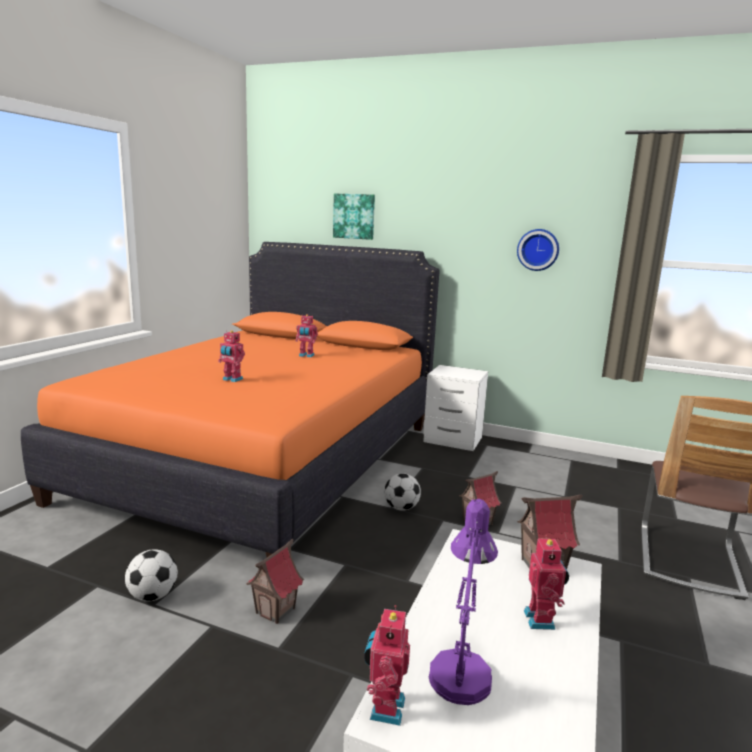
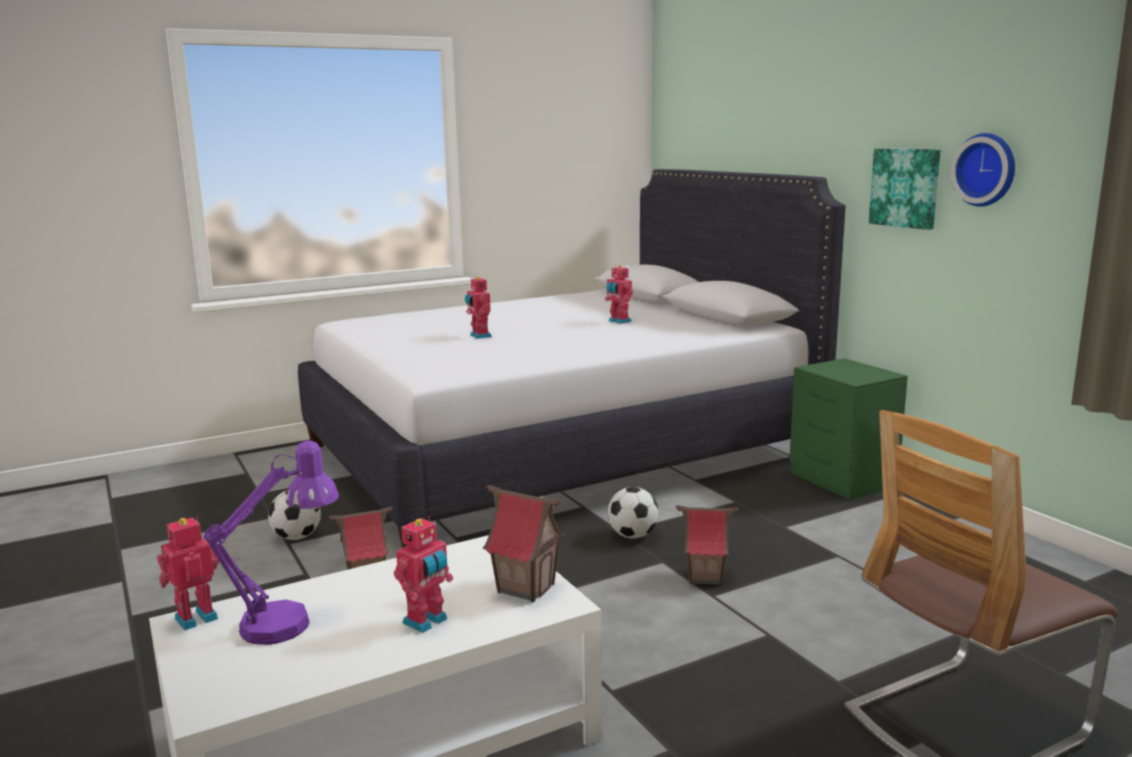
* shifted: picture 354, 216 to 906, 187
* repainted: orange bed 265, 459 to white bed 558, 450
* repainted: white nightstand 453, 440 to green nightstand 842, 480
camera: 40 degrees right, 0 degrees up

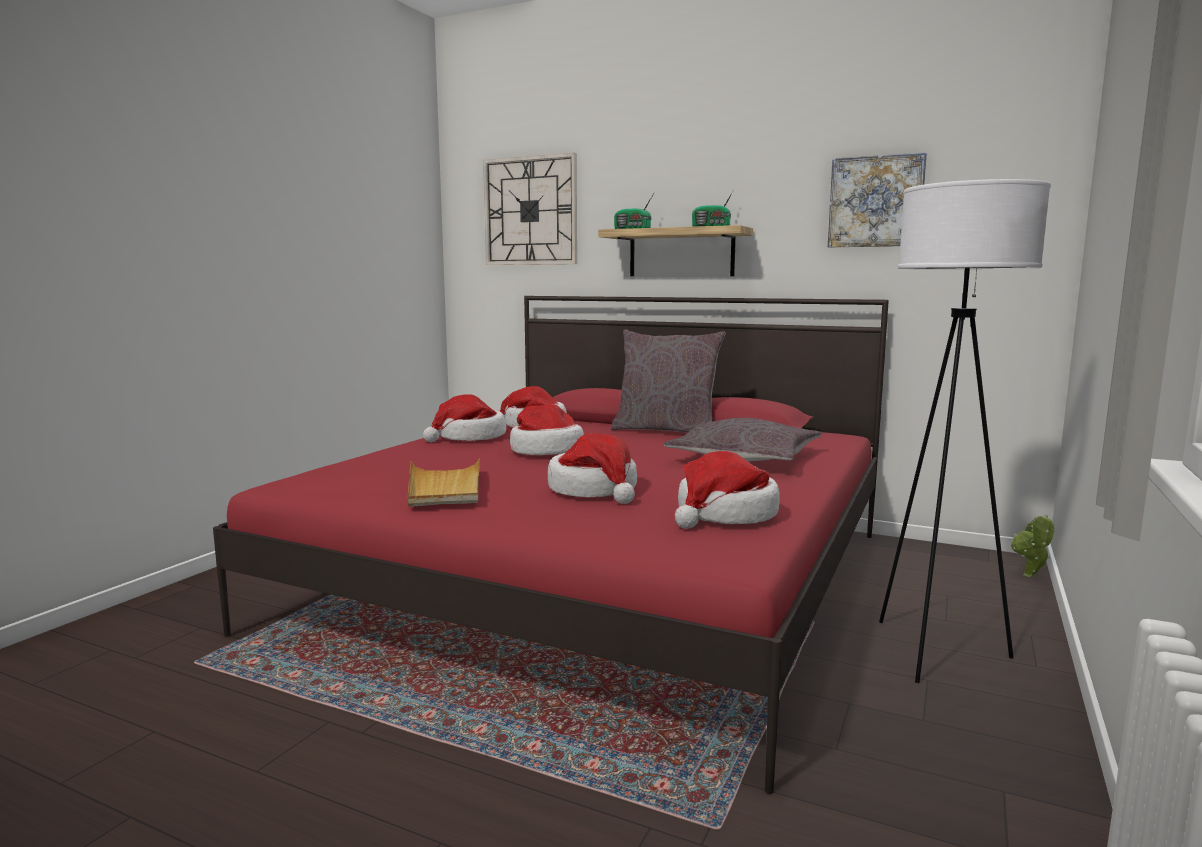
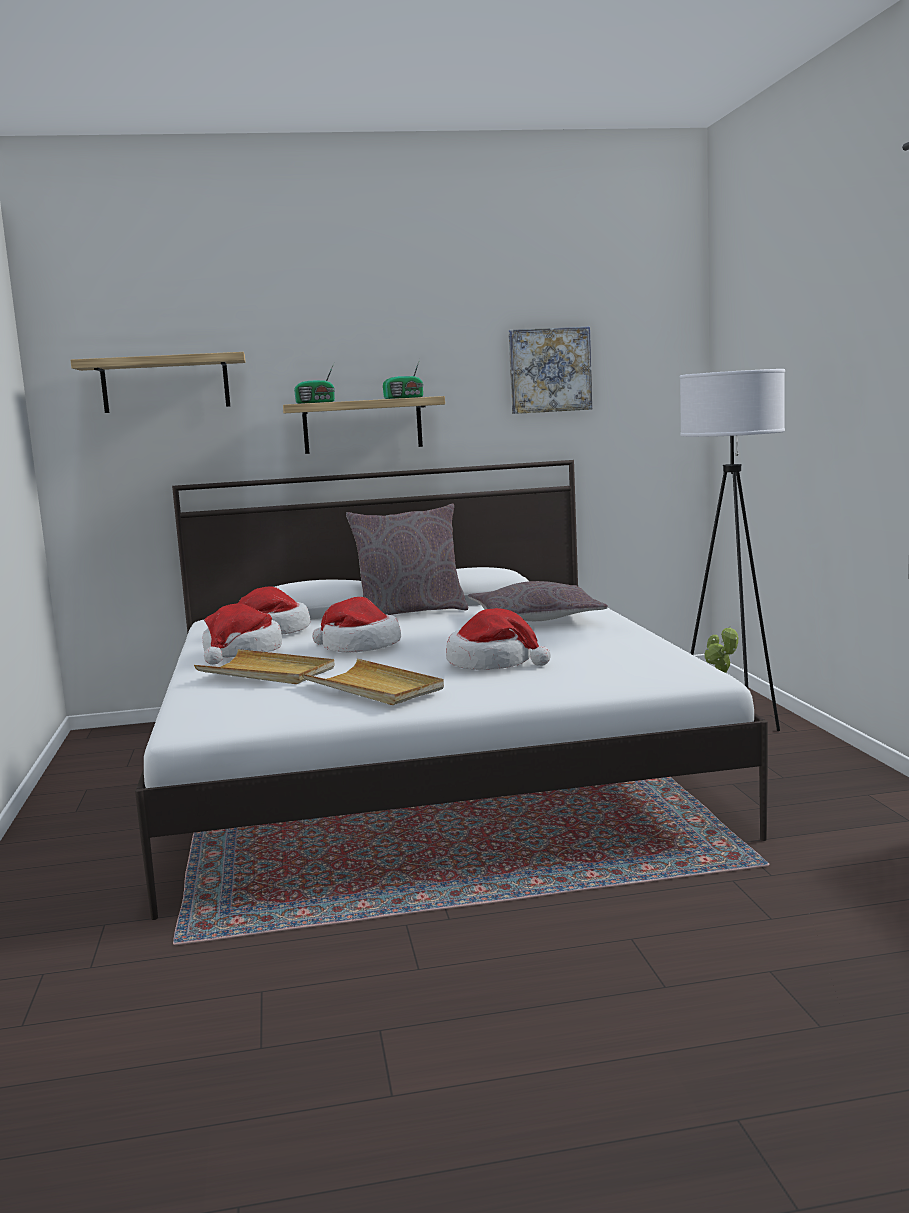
* swapped: wall clock 530, 211 to shelf 165, 384
* repainted: red bed 601, 578 to white bed 425, 767
* gone: hat 725, 515
* new: beige tray 266, 672
camera: 35 degrees left, 0 degrees up

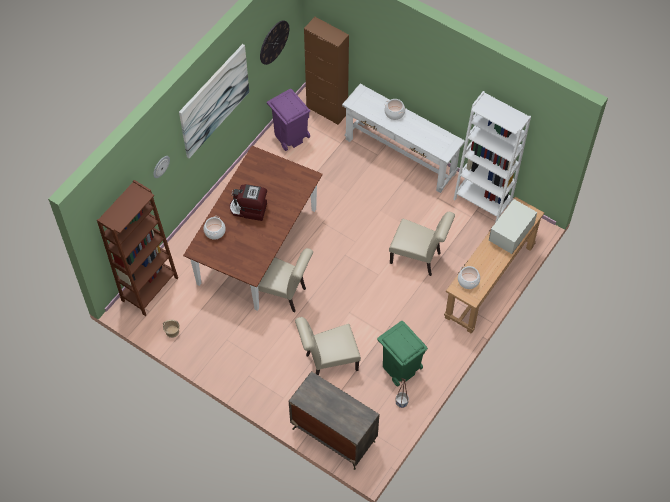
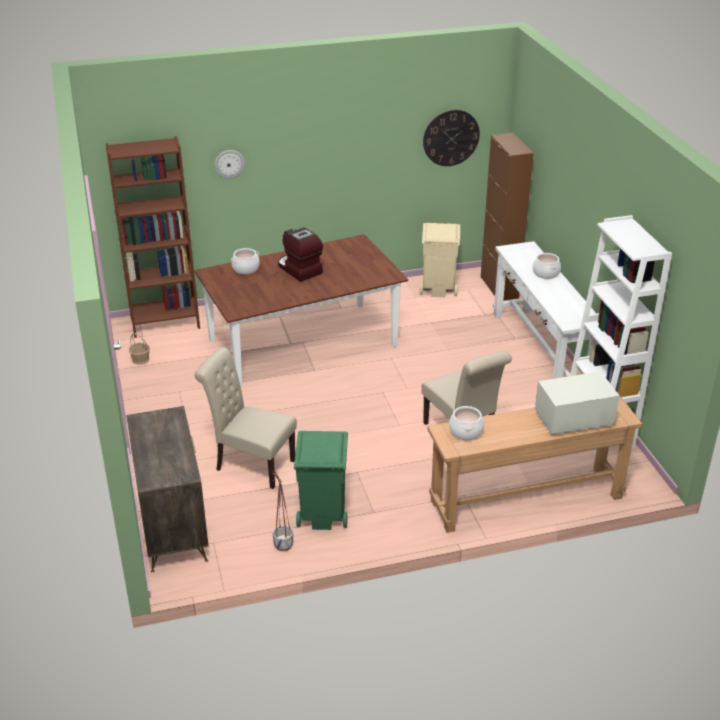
* gone: picture 214, 100
* repainted: purple trash can 290, 136 to beige trash can 438, 288
* gone: beige chair 283, 294
camera: 40 degrees right, 25 degrees down

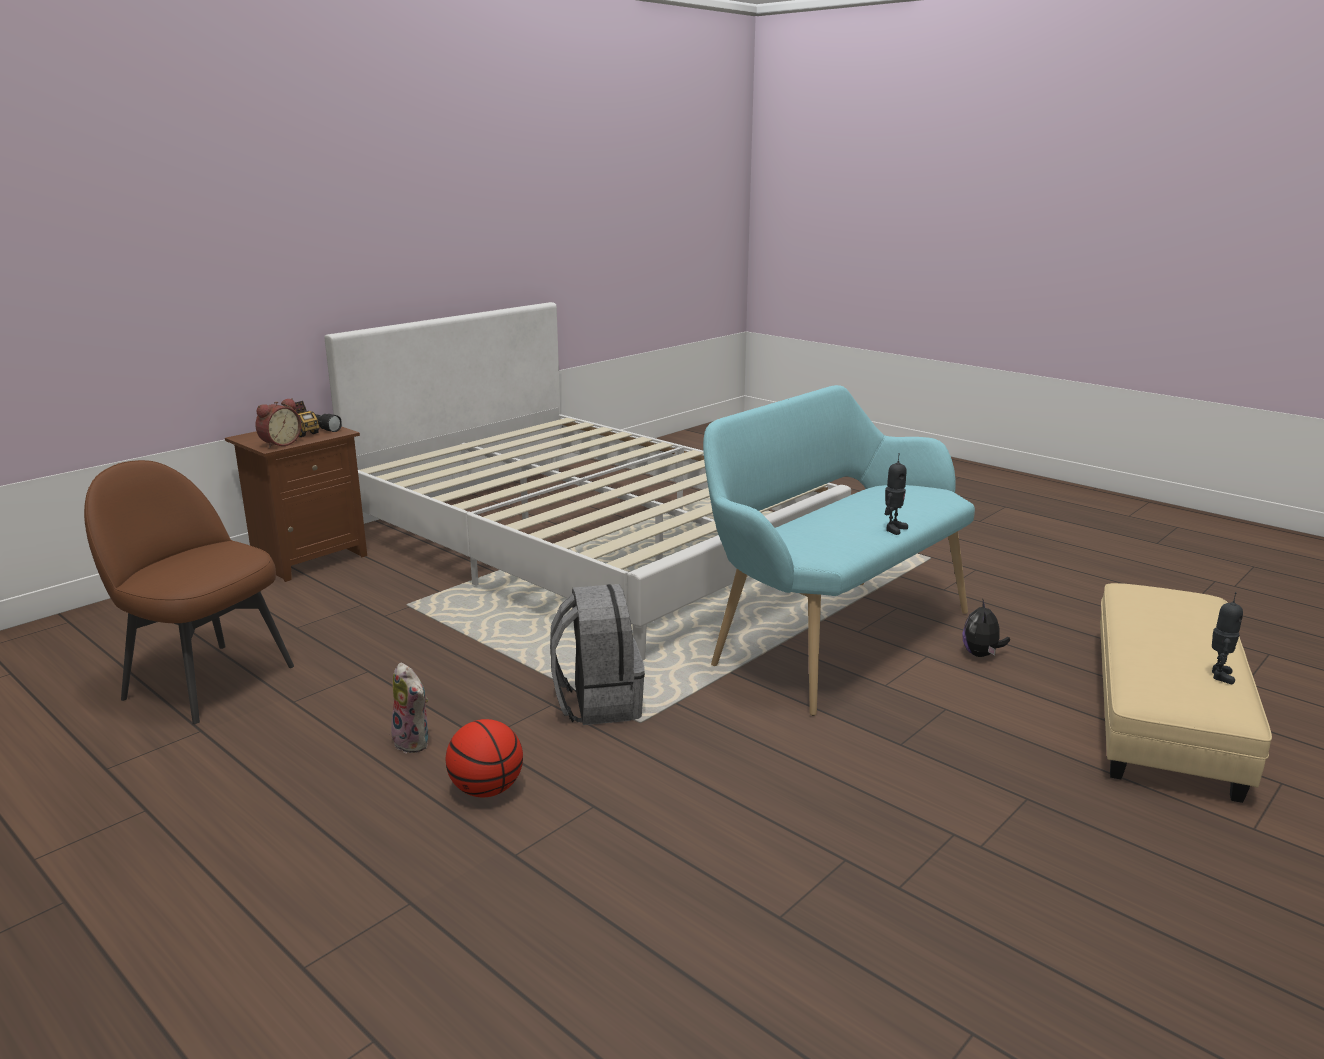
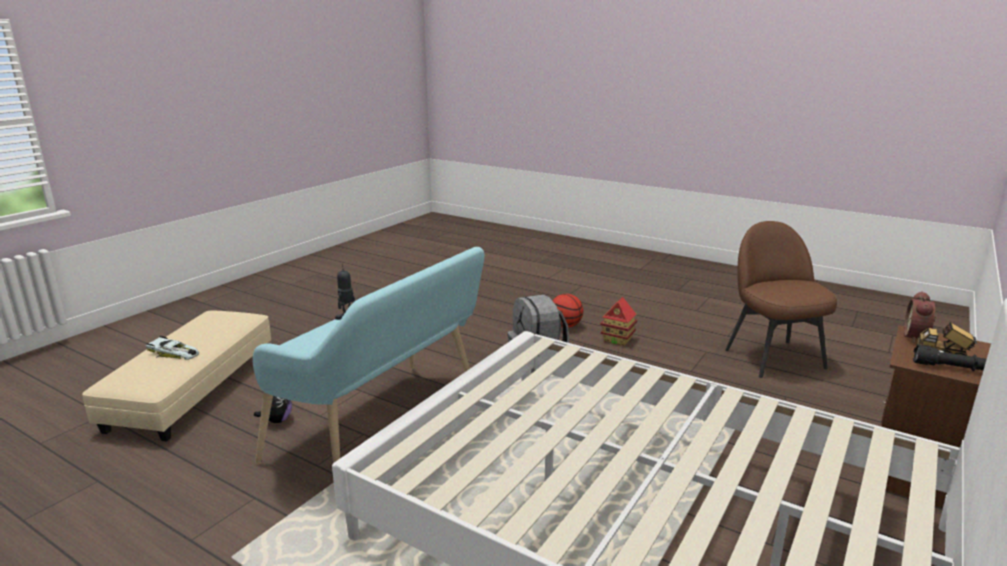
* rotated: brown chair 206, 681 = 773, 357 120 degrees counterclockwise
* gone: toy robot 1218, 675
* swapped: plush toy 415, 742 to toy house 617, 339
* new: toy car 174, 353
camera: 170 degrees right, 0 degrees up

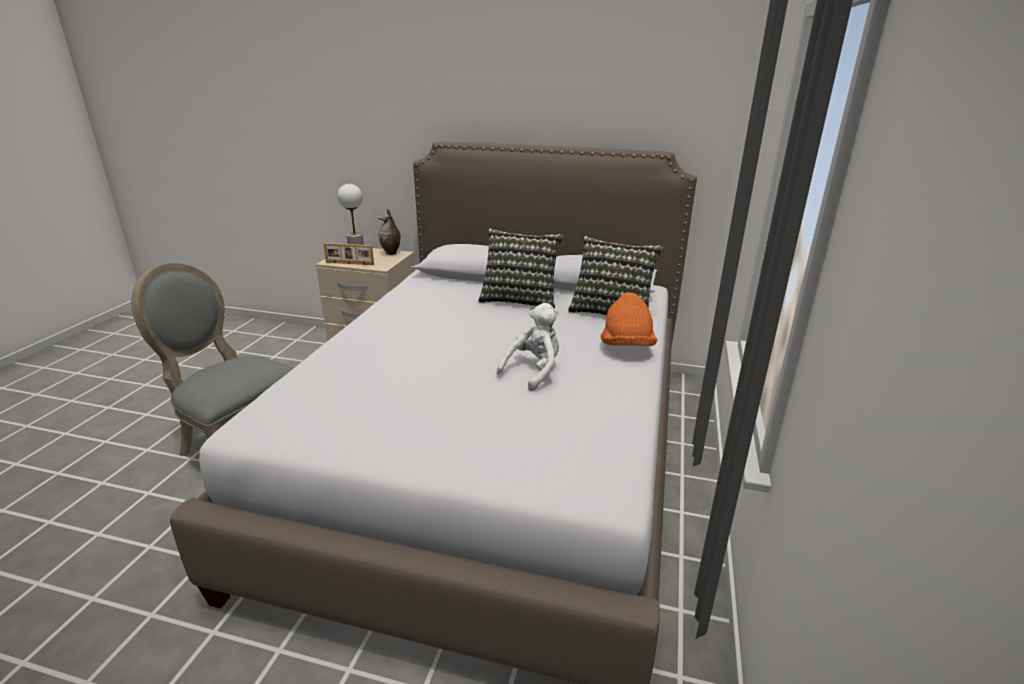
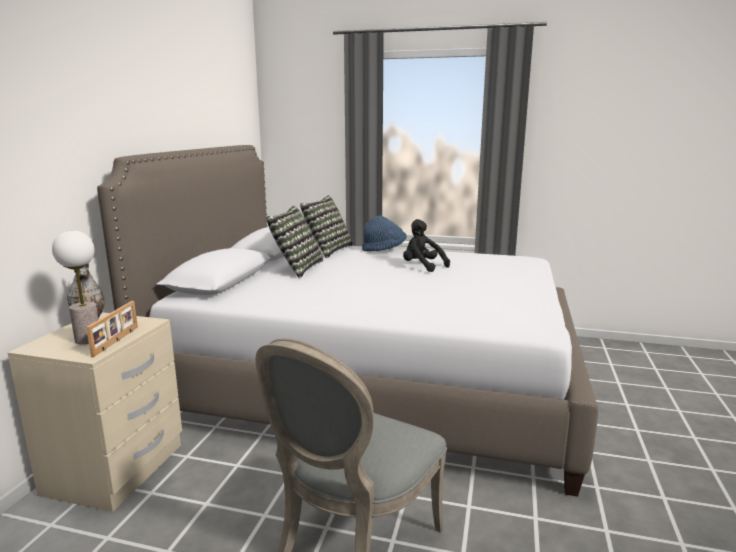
* repainted: orange hat 626, 347 to blue hat 384, 250
* repainted: white plush toy 534, 372 to black plush toy 422, 266
camera: 90 degrees left, 10 degrees down

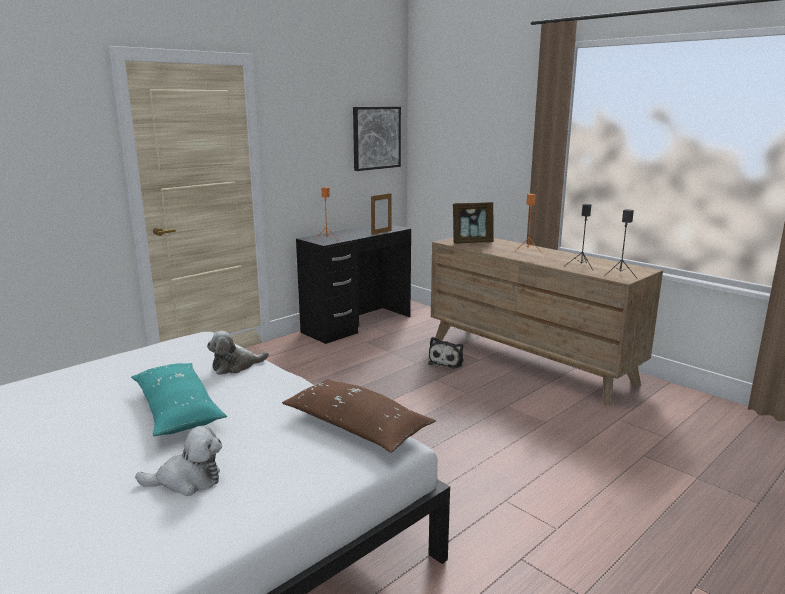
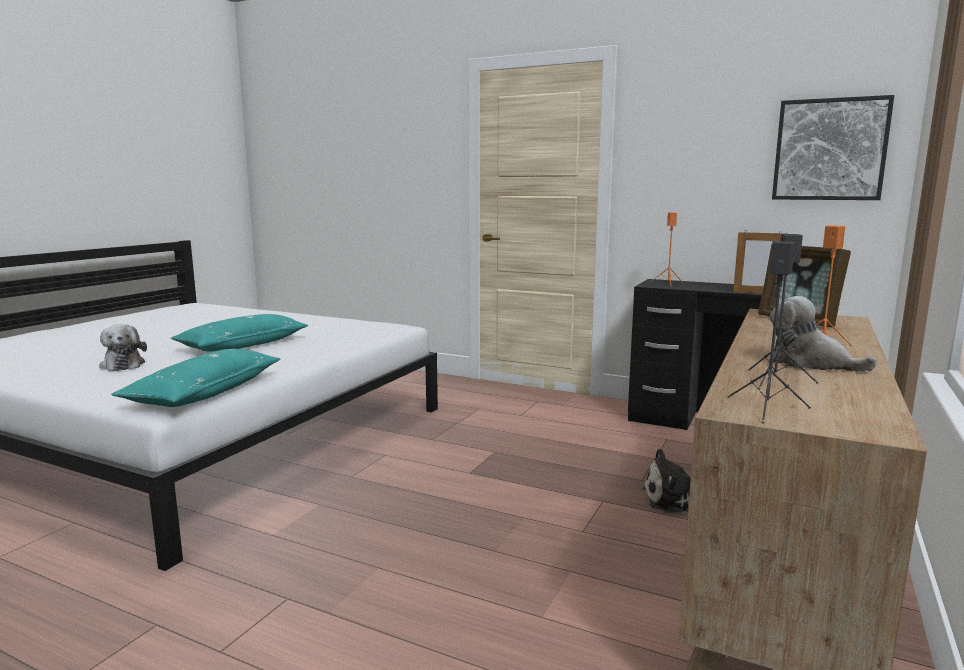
* shifted: plush toy 235, 366 to 810, 363
* repainted: brown pillow 356, 427 to turquoise pillow 205, 392
camera: 70 degrees right, 5 degrees down

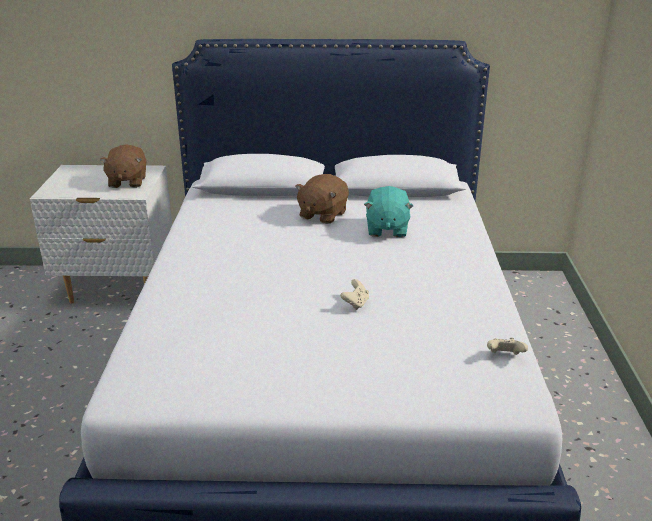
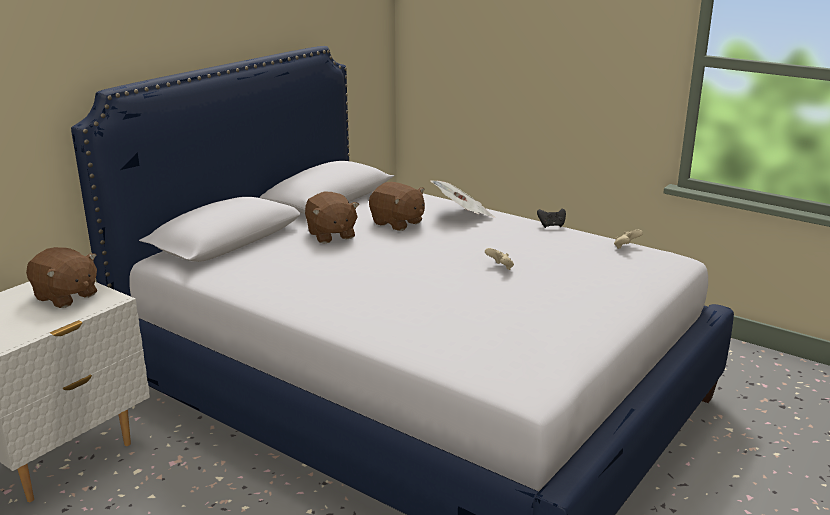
* repainted: turquoise plush toy 386, 229 to brown plush toy 397, 223
* new: newspaper 463, 215
* new: black game controller 551, 226
camera: 55 degrees left, 5 degrees down

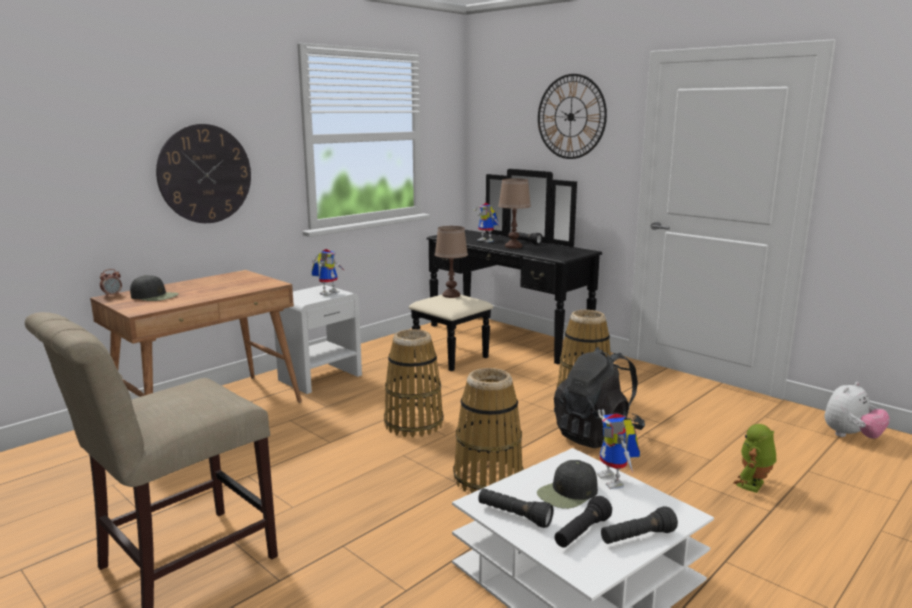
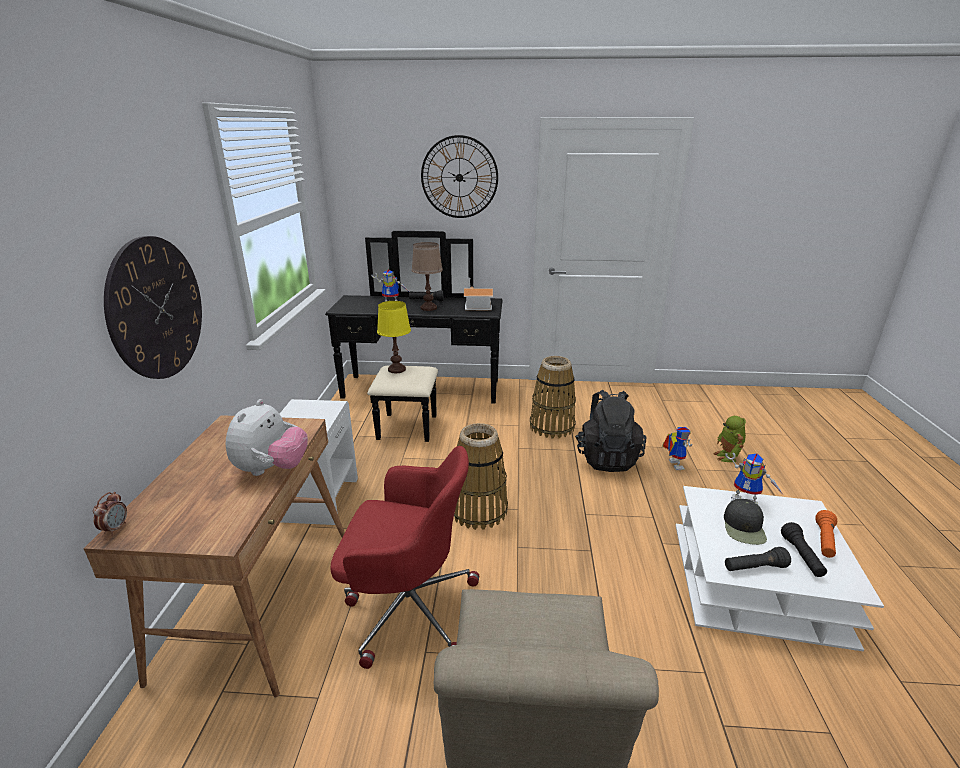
* repainted: brown table lamp 451, 295 to yellow table lamp 397, 369
* shifted: toy robot 328, 292 to 672, 464
* gone: black cap 155, 296
* gone: basket 487, 478
* shifted: plush toy 851, 436 to 272, 469
* repainted: black flashlight 637, 537 to orange flashlight 824, 541
* new: toy house 475, 306
* new: red office chair 408, 607
camera: 40 degrees left, 10 degrees up

